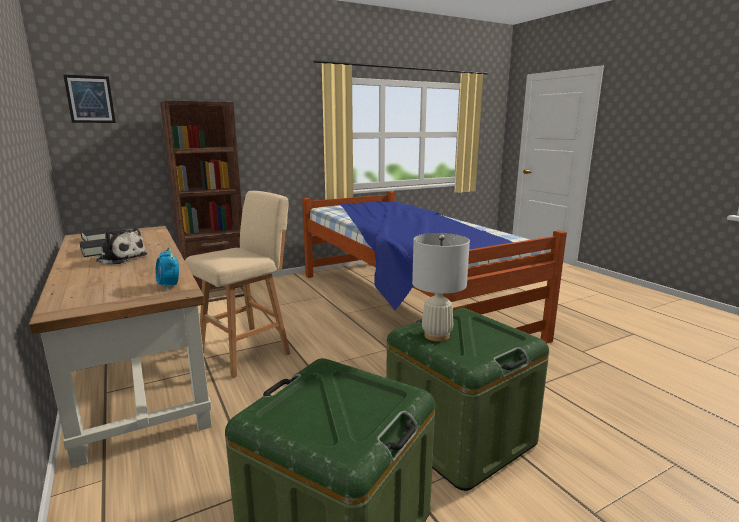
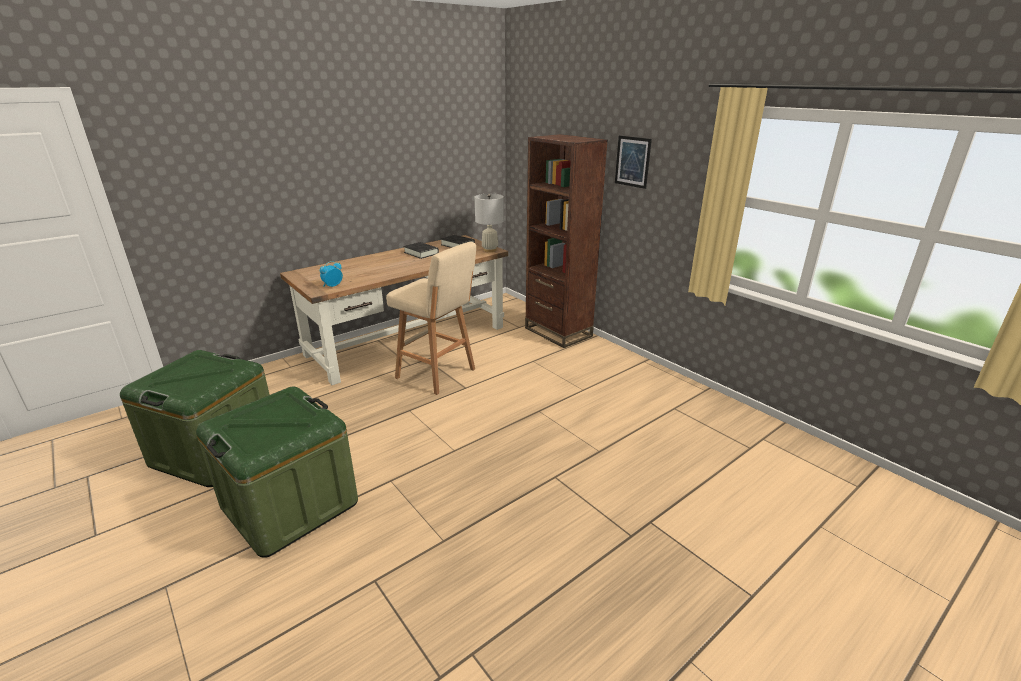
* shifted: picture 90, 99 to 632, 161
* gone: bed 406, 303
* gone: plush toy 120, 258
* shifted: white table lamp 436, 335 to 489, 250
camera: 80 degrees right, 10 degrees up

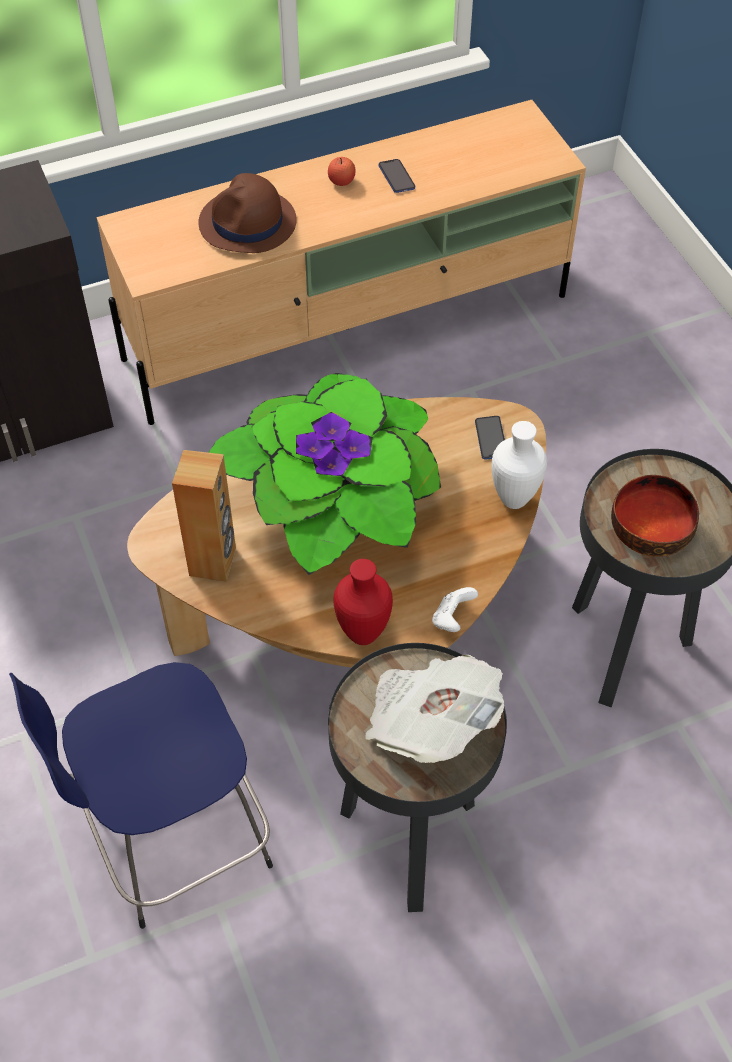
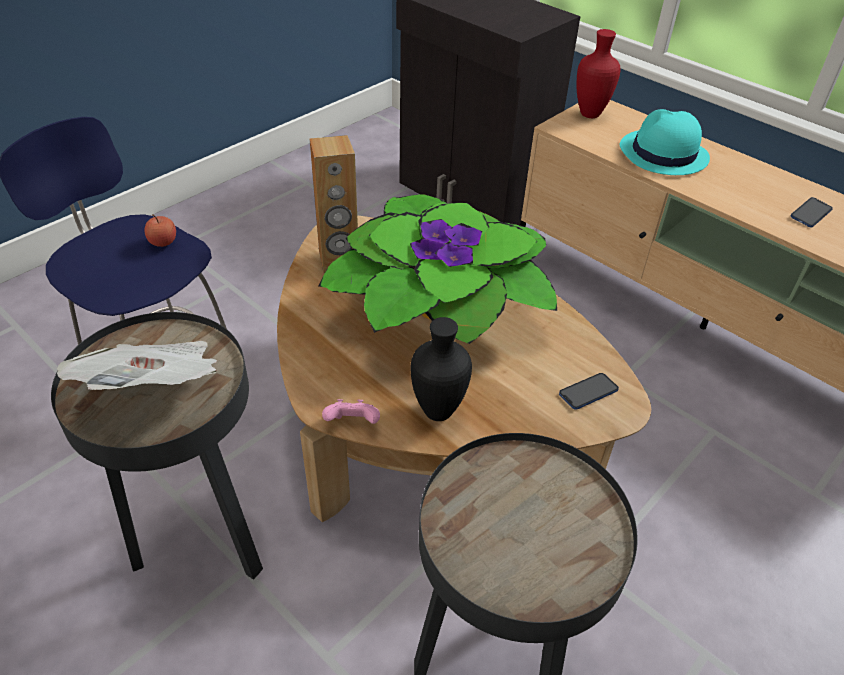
* shifted: apple 341, 181 to 163, 242
* repainted: brown hat 248, 223 to turquoise hat 662, 154
* gone: white vase 514, 501
* gone: bowl 650, 527
* shifted: red vase 364, 635 to 589, 115
* repainted: white game controller 452, 619 to pink game controller 353, 423
* new: black vase 440, 411
camera: 65 degrees right, 10 degrees down

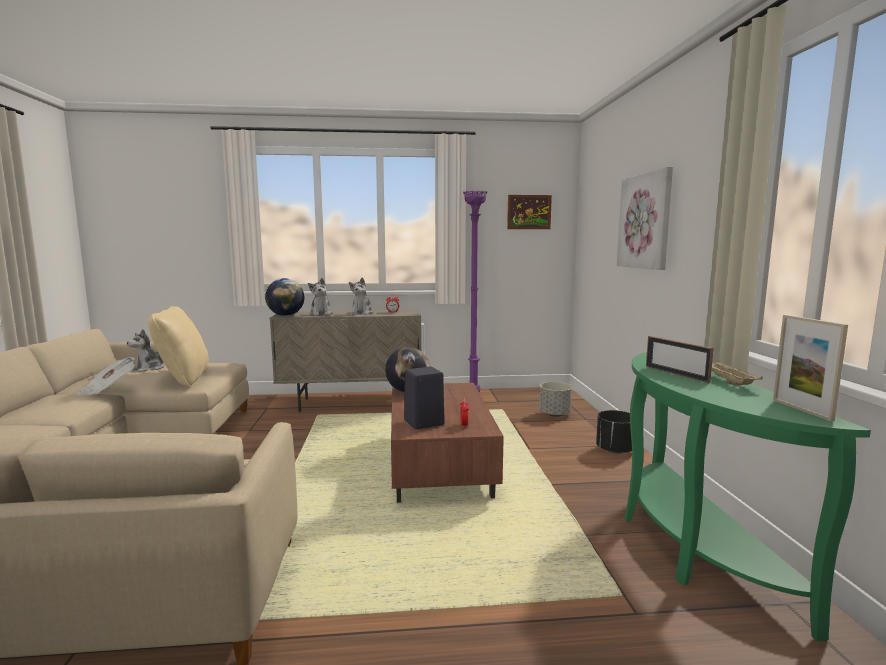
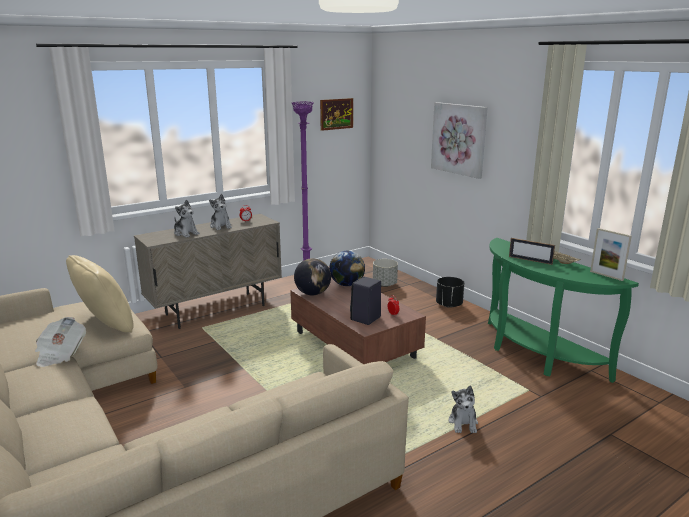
* shifted: globe 286, 315 to 347, 284
* shifted: plush toy 150, 368 to 463, 423
camera: 30 degrees left, 10 degrees up

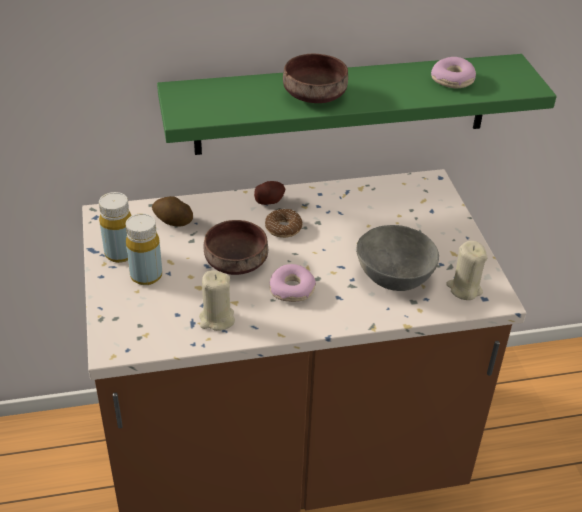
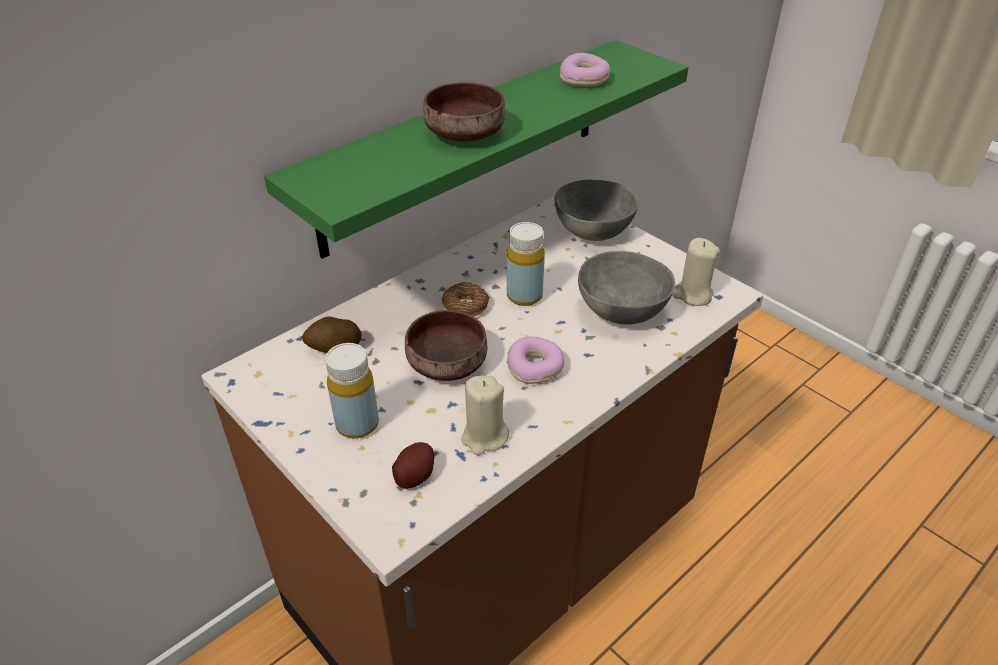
* shifted: potato 269, 200 to 414, 475
* shifted: yellow bottle 120, 253 to 524, 296
* new: grey bowl 591, 232
camera: 30 degrees left, 0 degrees up

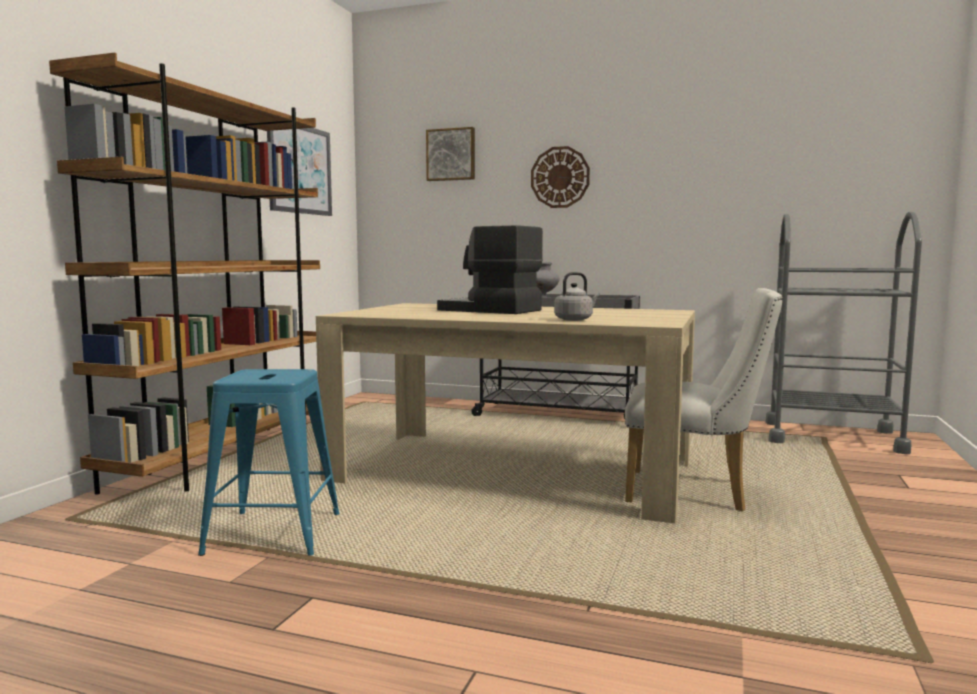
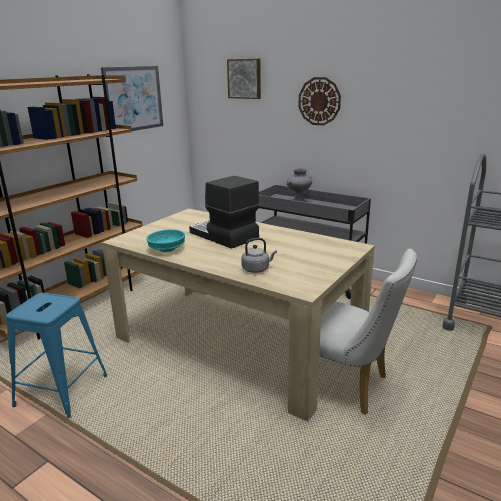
* new: turquoise bowl 167, 249
camera: 15 degrees right, 15 degrees up

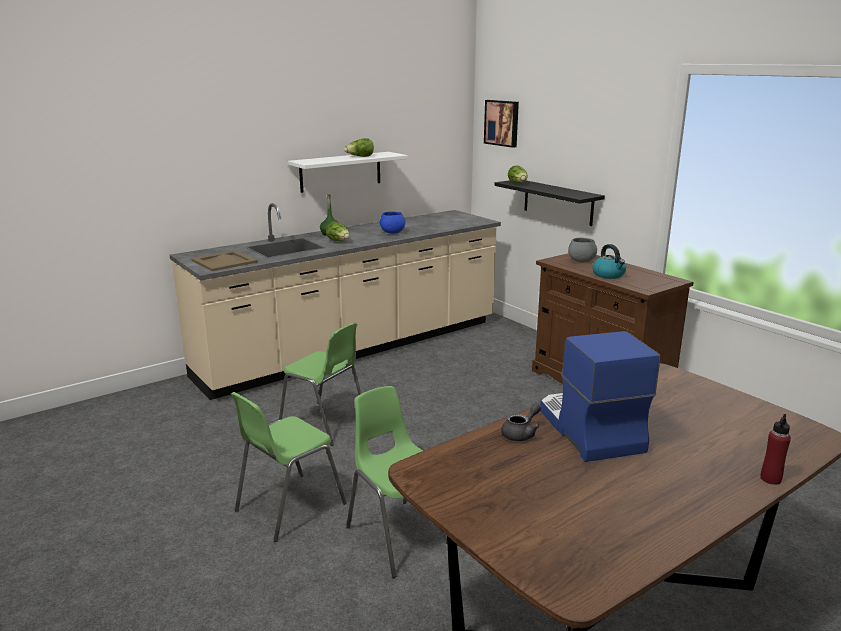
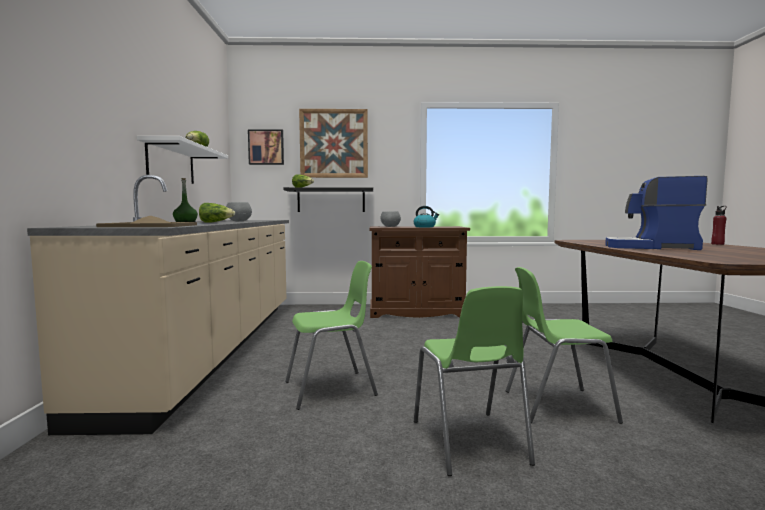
* repainted: blue bowl 392, 232 to grey bowl 239, 221
* gone: grey teapot 521, 434
* new: picture 334, 143
camera: 55 degrees left, 15 degrees down

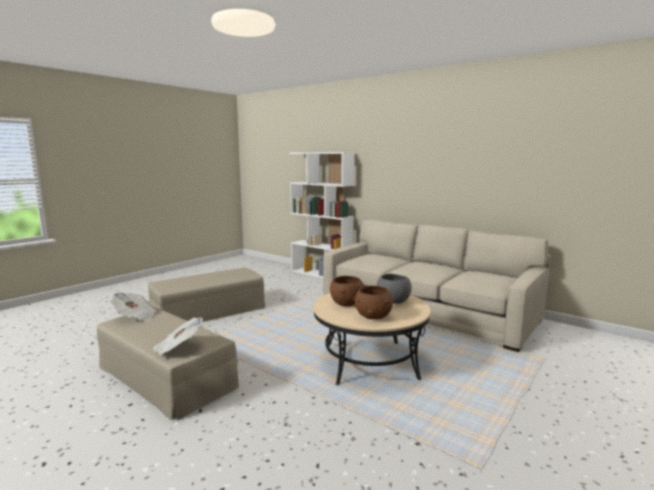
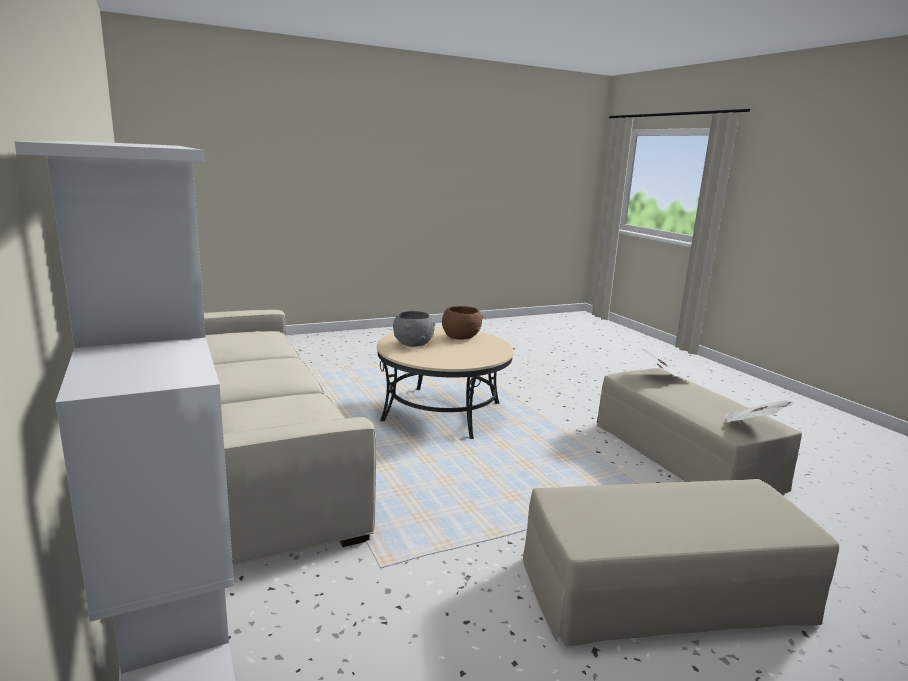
* gone: brown bowl 347, 304
camera: 155 degrees left, 5 degrees up

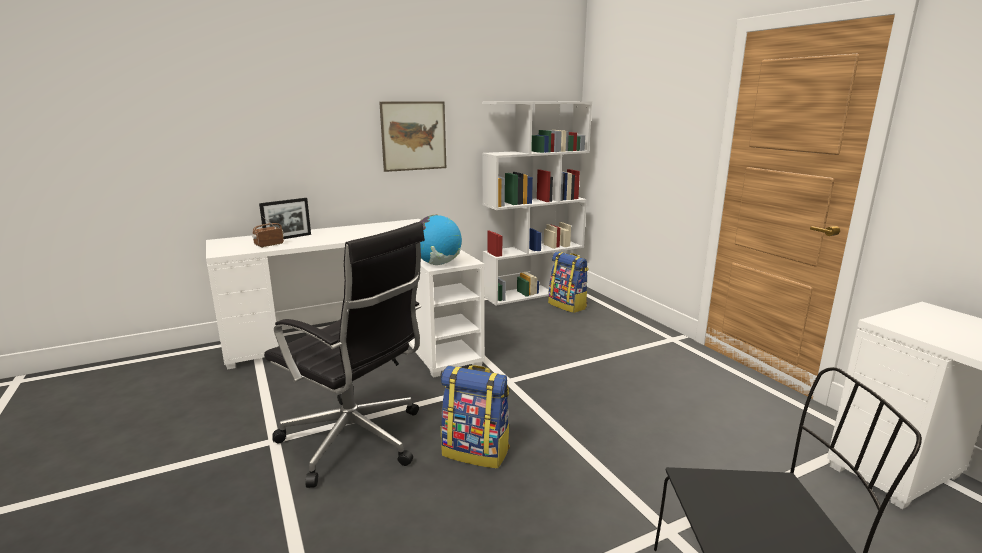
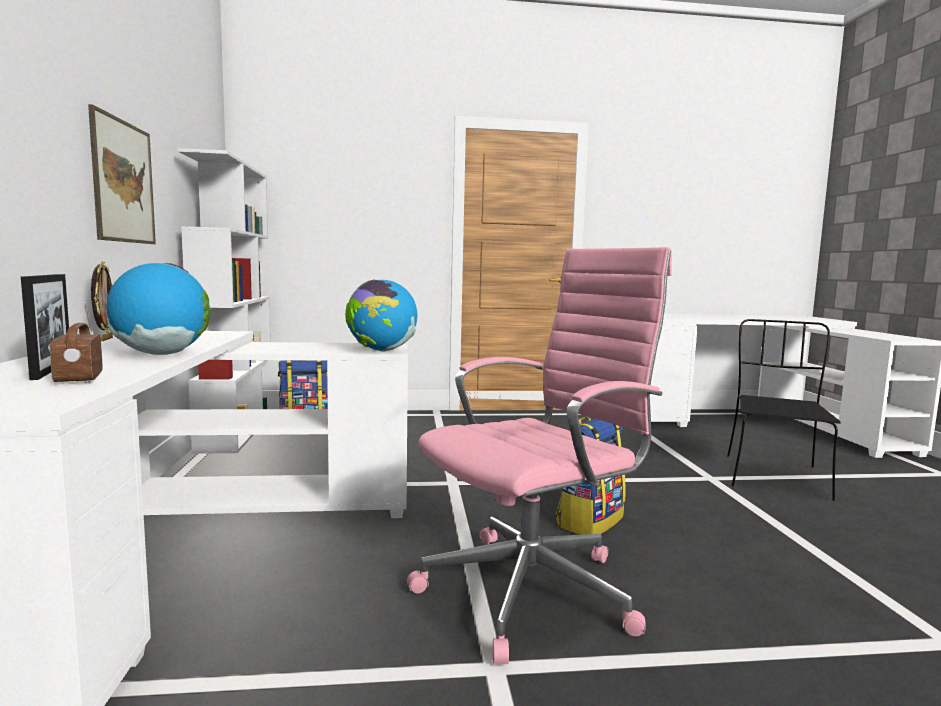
* repainted: black office chair 356, 441 to pink office chair 534, 589
* new: picture frame 105, 339
* new: globe 162, 354
camera: 70 degrees left, 10 degrees down

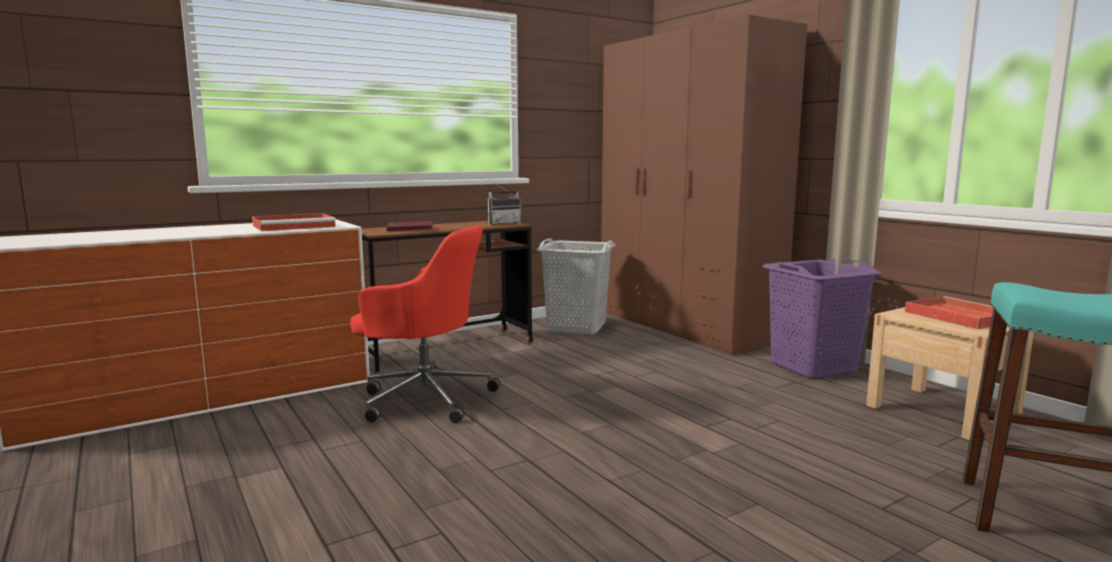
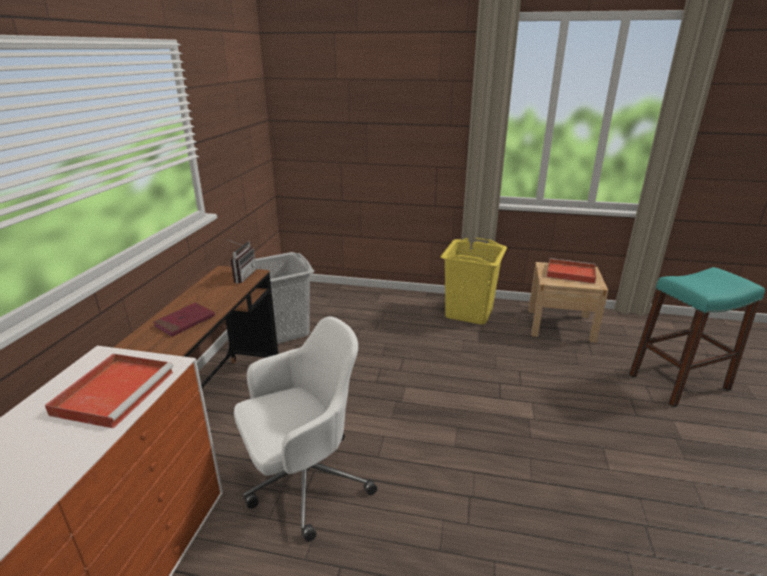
* gone: brown wardrobe 685, 326
* repainted: red office chair 424, 398 to white office chair 304, 481
* repainted: purple laundry basket 813, 367 to yellow laundry basket 469, 313
camera: 45 degrees left, 15 degrees up

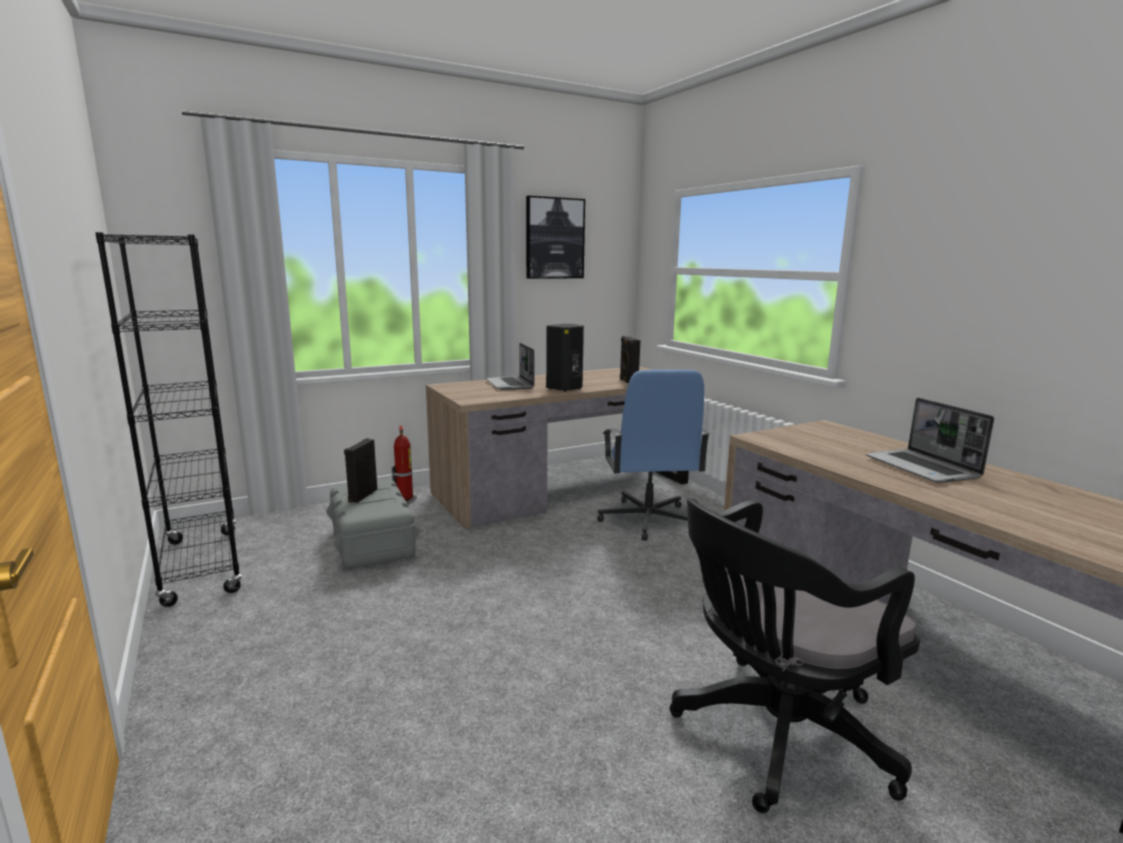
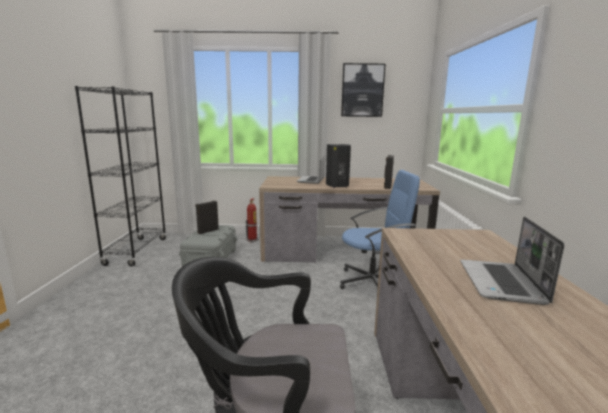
* rotated: blue office chair 647, 520 = 373, 282 120 degrees counterclockwise
camera: 30 degrees right, 0 degrees up

